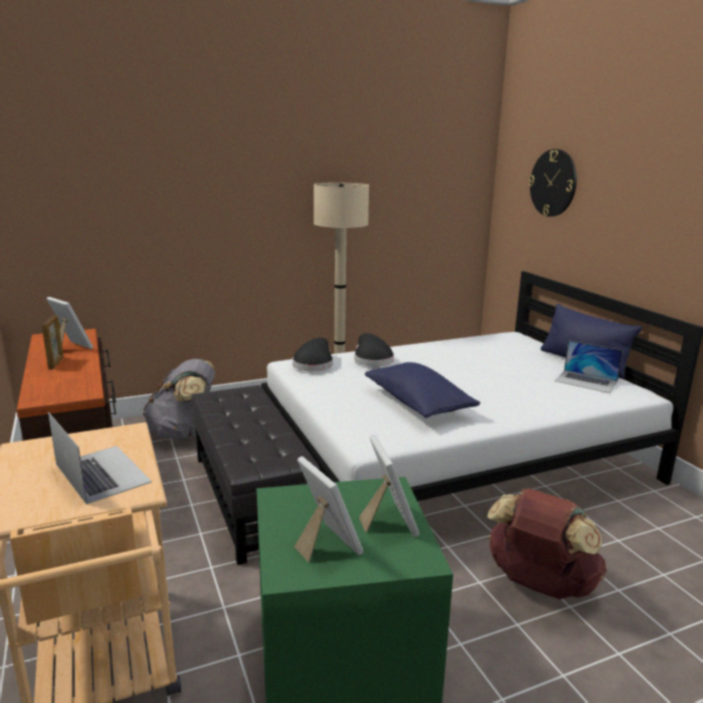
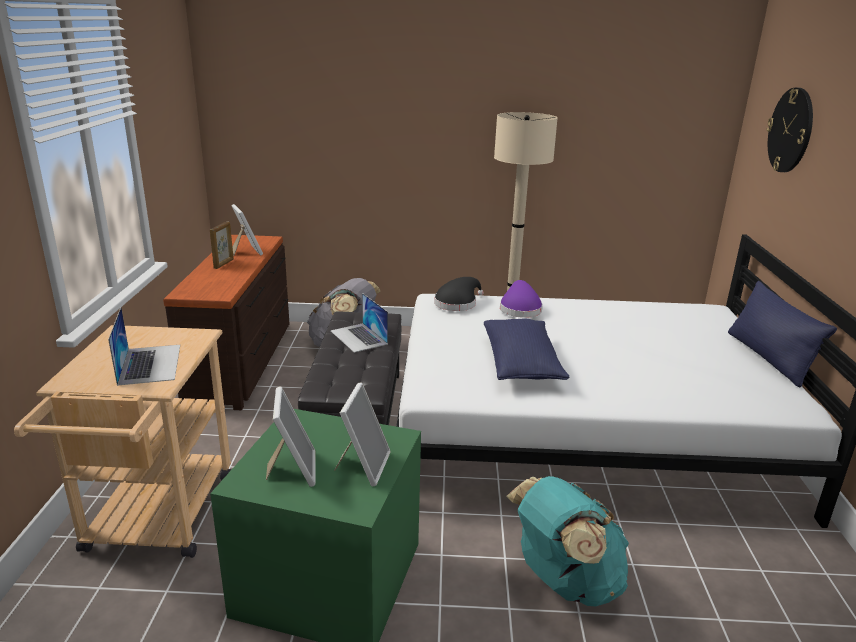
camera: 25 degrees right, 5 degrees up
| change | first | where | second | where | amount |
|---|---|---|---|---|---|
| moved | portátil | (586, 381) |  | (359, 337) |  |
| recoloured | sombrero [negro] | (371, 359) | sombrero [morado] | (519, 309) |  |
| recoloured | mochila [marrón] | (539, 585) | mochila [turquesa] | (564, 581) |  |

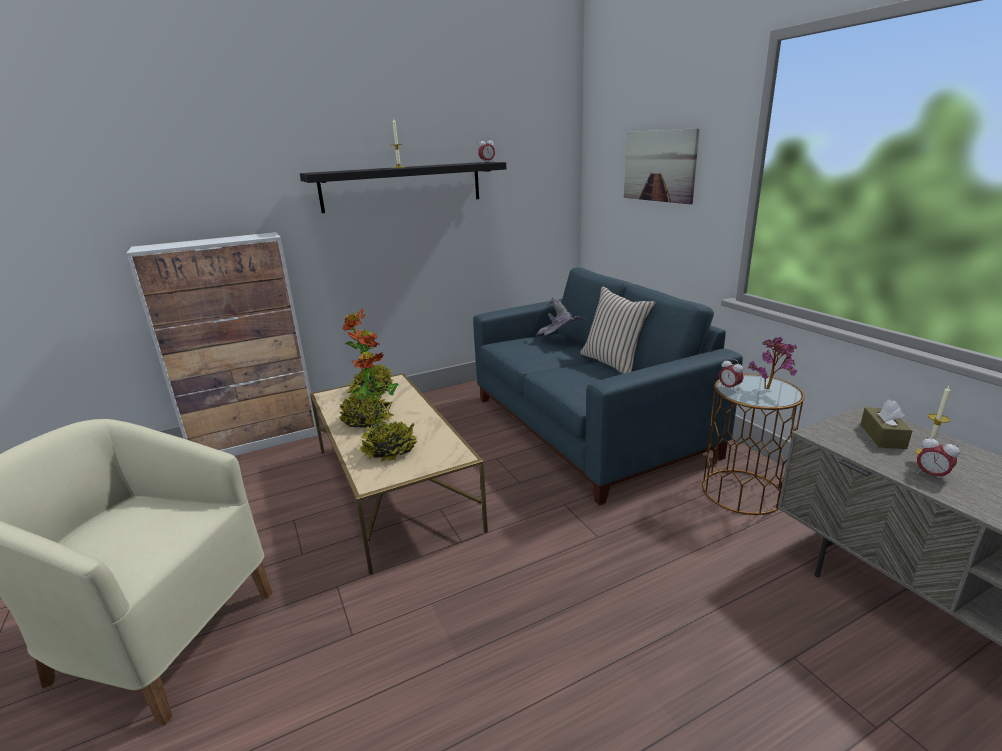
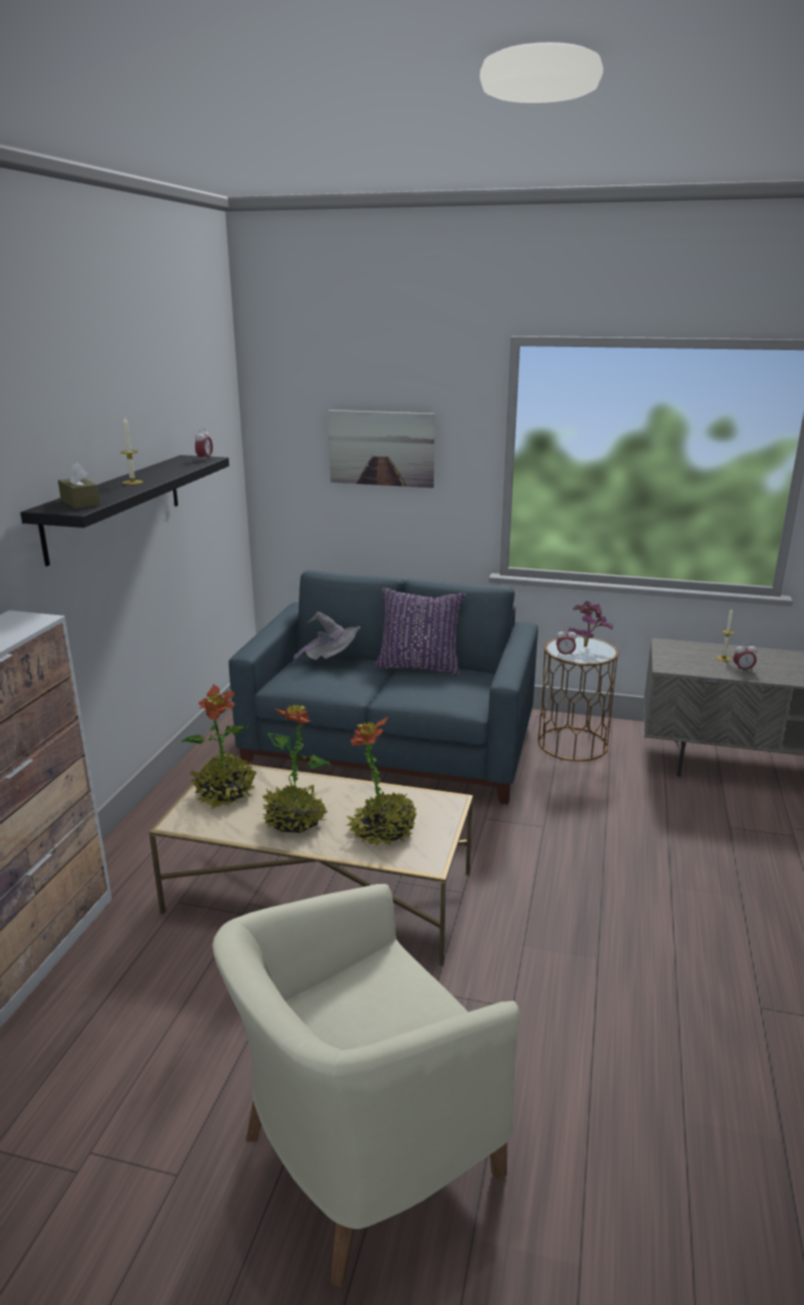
camera: 50 degrees left, 0 degrees up
| change | first | where | second | where | amount |
|---|---|---|---|---|---|
| moved | caja de pañuelos [marrón] | (882, 436) |  | (80, 502) |  |
| recoloured | cojín [beis] | (613, 363) | cojín [morado] | (419, 666) |  |

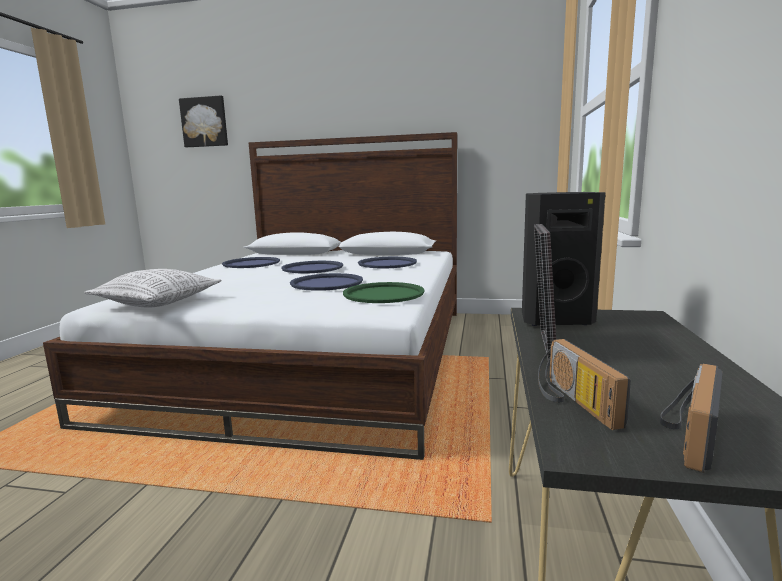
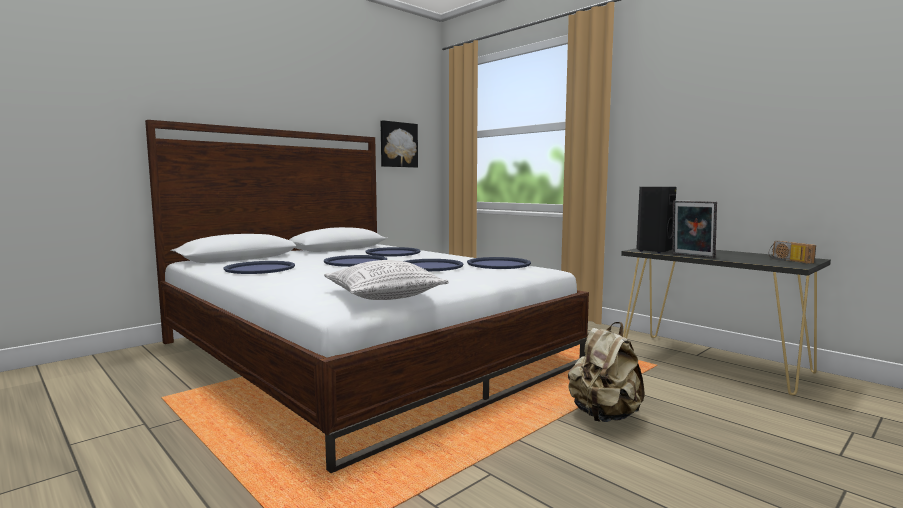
camera: 55 degrees left, 5 degrees down
| change | first | where | second | where | amount |
|---|---|---|---|---|---|
| moved | cuadro | (205, 122) |  | (398, 145) |  |
| recoloured | bandeja [verde] | (383, 294) | bandeja [azul] | (498, 264) |  |
| added |  |  | mochila [beis] | (604, 416) |  |
| removed | radio | (571, 402) |  |  |  |

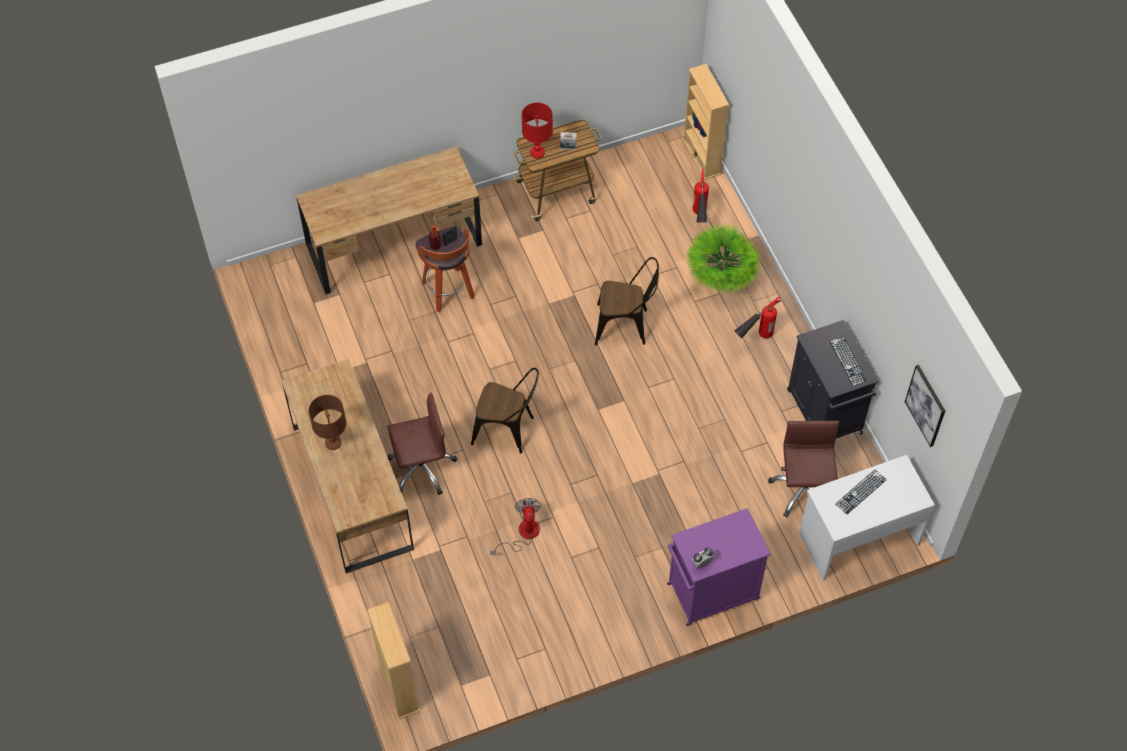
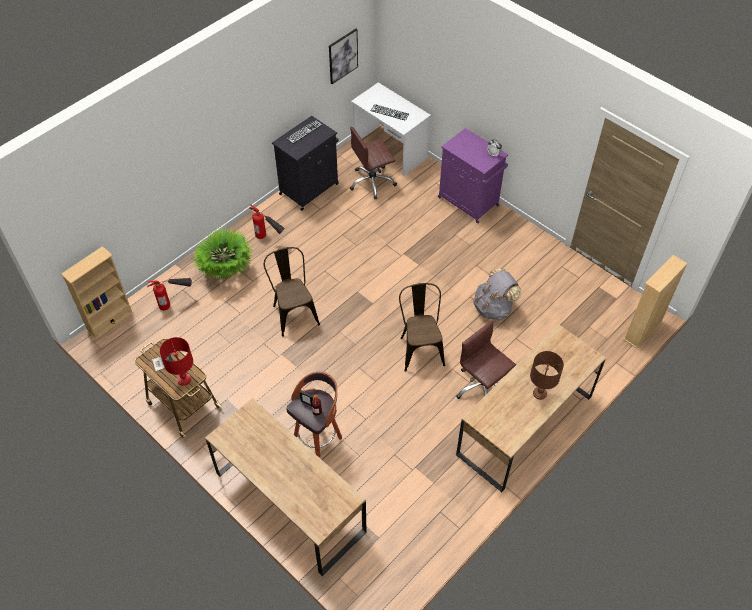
camera: 115 degrees left, 5 degrees down
| change | first | where | second | where | amount |
|---|---|---|---|---|---|
| replaced | ventilador | (522, 534) | mochila [gris] | (493, 308) |  |

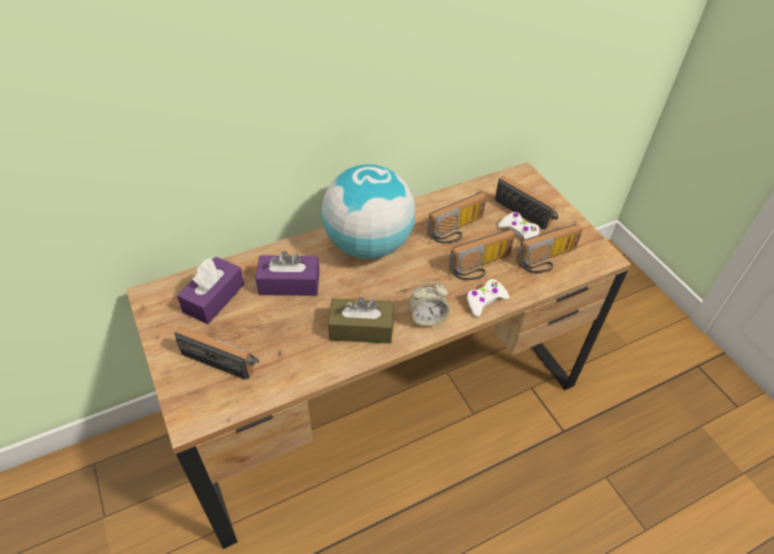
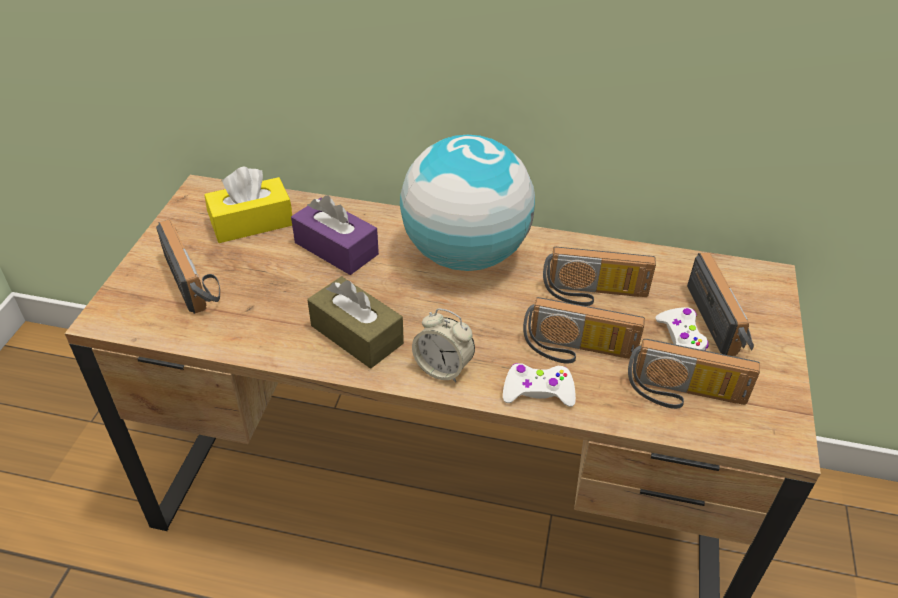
camera: 40 degrees right, 5 degrees down
| change | first | where | second | where | amount |
|---|---|---|---|---|---|
| recoloured | caja de pañuelos [morado] | (214, 298) | caja de pañuelos [amarillo] | (252, 223) |  |

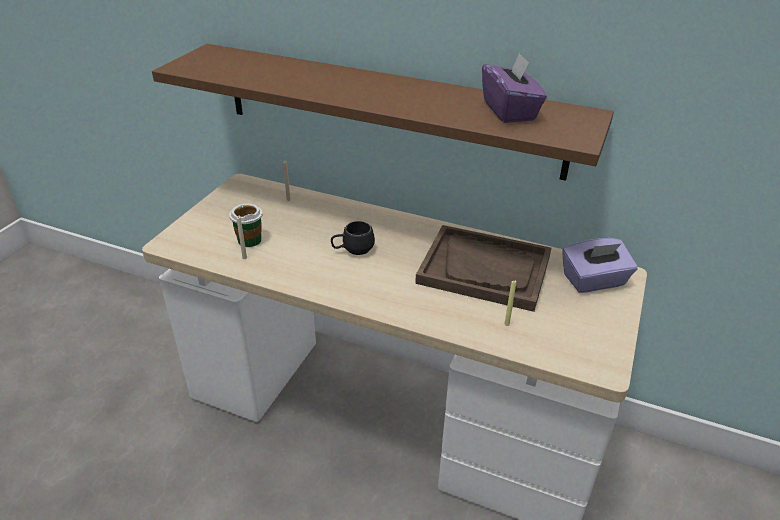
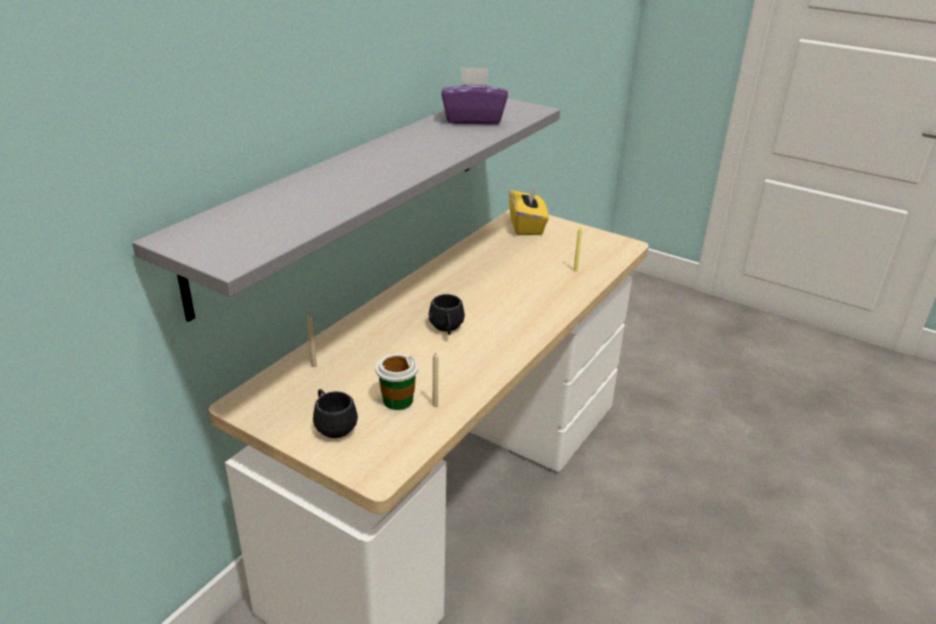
camera: 80 degrees left, 5 degrees down
| change | first | where | second | where | amount |
|---|---|---|---|---|---|
| recoloured | estante [marrón] | (388, 109) | estante [gris] | (351, 191) |  |
| added |  |  | taza grande [negro] | (333, 426) |  |
| recoloured | caja de pañuelos [morado] | (594, 281) | caja de pañuelos [amarillo] | (527, 226) |  |
| removed | bandeja [marrón] | (484, 269) |  |  |  |

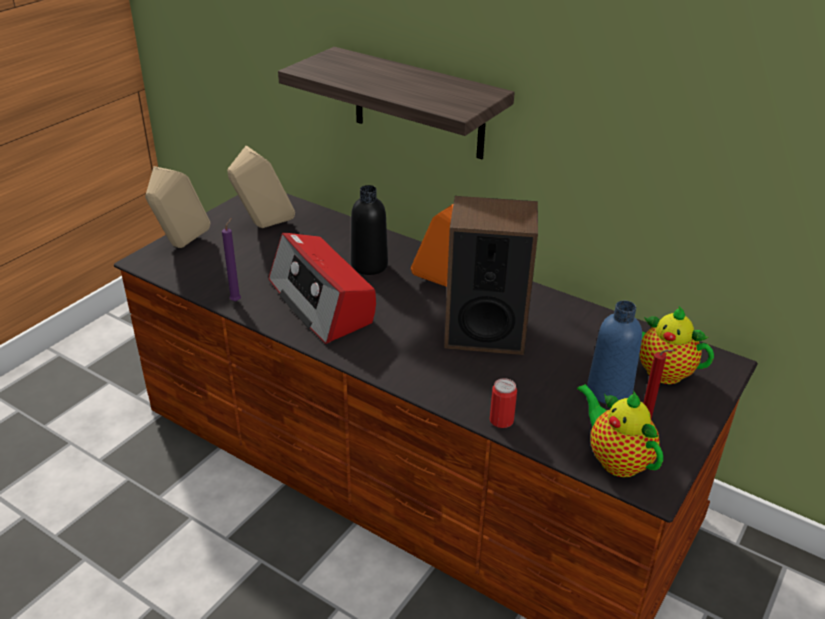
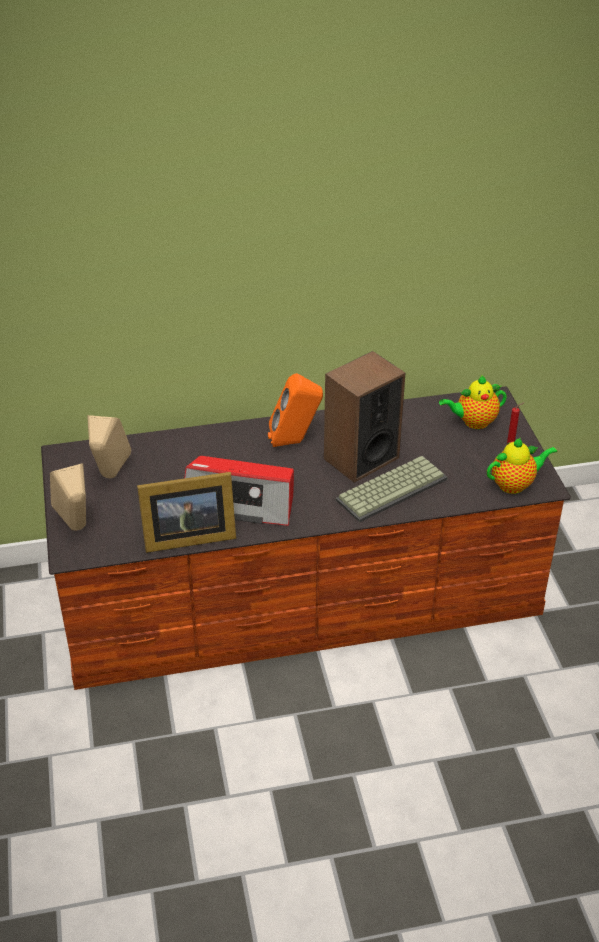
camera: 45 degrees left, 5 degrees up
| change | first | where | second | where | amount |
|---|---|---|---|---|---|
| replaced | vela [morado] | (237, 300) | portarretratos | (186, 537) |  |
| added |  |  | teclado | (391, 488) |  |
| turned | tetera | (615, 459) |  | (515, 484) | 150 degrees clockwise |
| removed | estante | (418, 104) |  |  |  |
| removed | botella [negro] | (369, 265) |  |  |  |
| removed | lata | (501, 420) |  |  |  |
| removed | botella [azul] | (609, 391) |  |  |  |

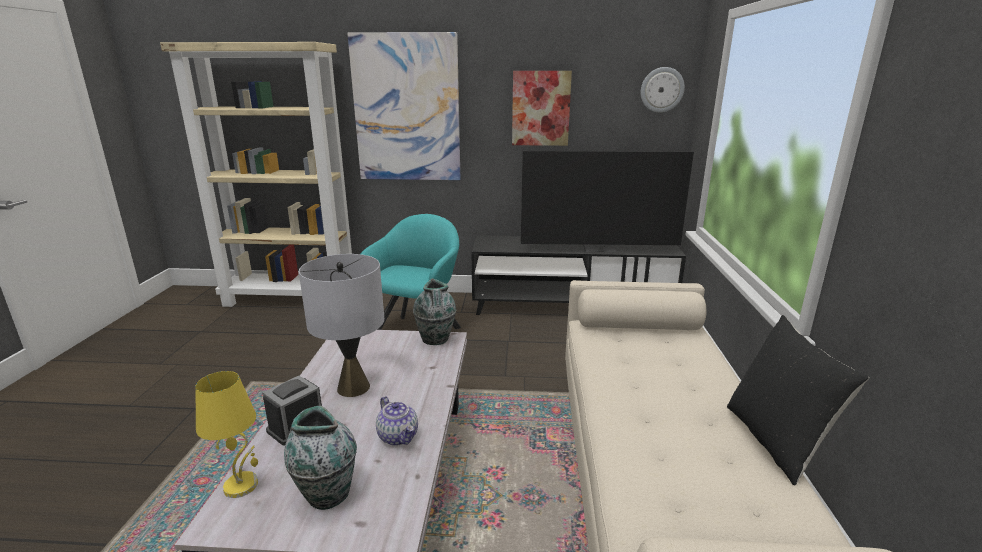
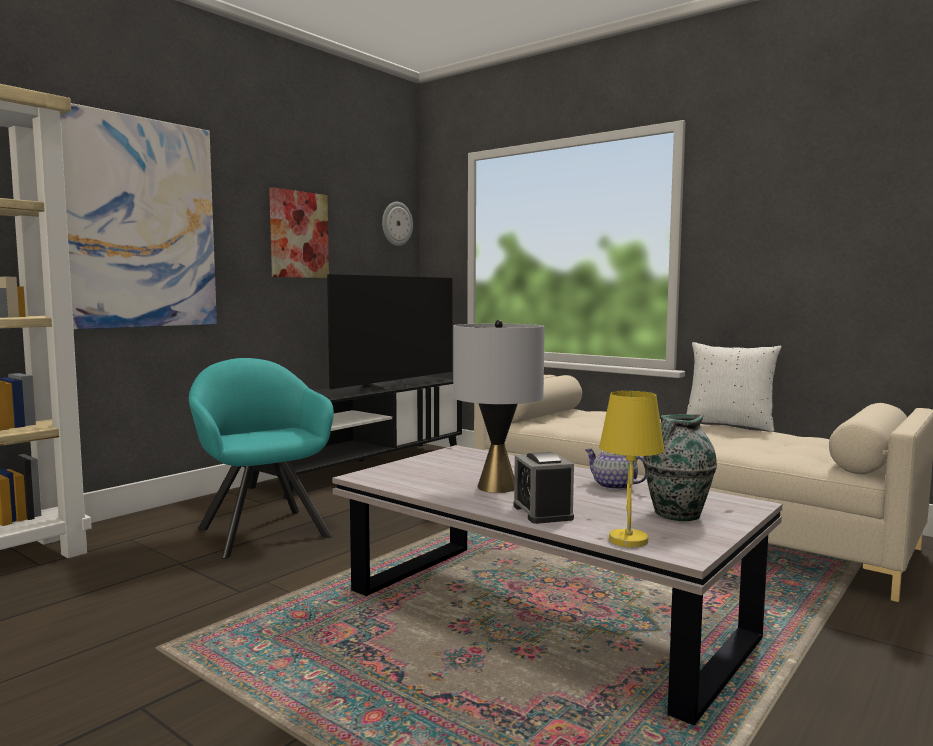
camera: 55 degrees left, 15 degrees down
| change | first | where | second | where | amount |
|---|---|---|---|---|---|
| turned | tetera | (398, 436) |  | (613, 486) | 135 degrees counterclockwise |
| recoloured | cojín [negro] | (776, 441) | cojín [blanco] | (729, 425) |  |
| removed | florero | (435, 340) |  |  |  |

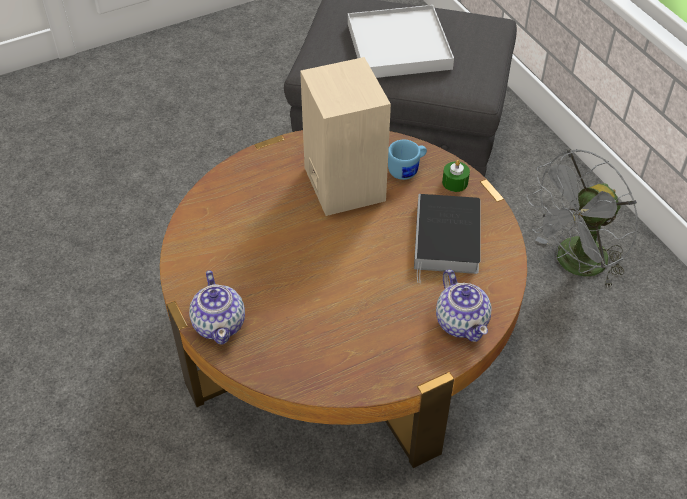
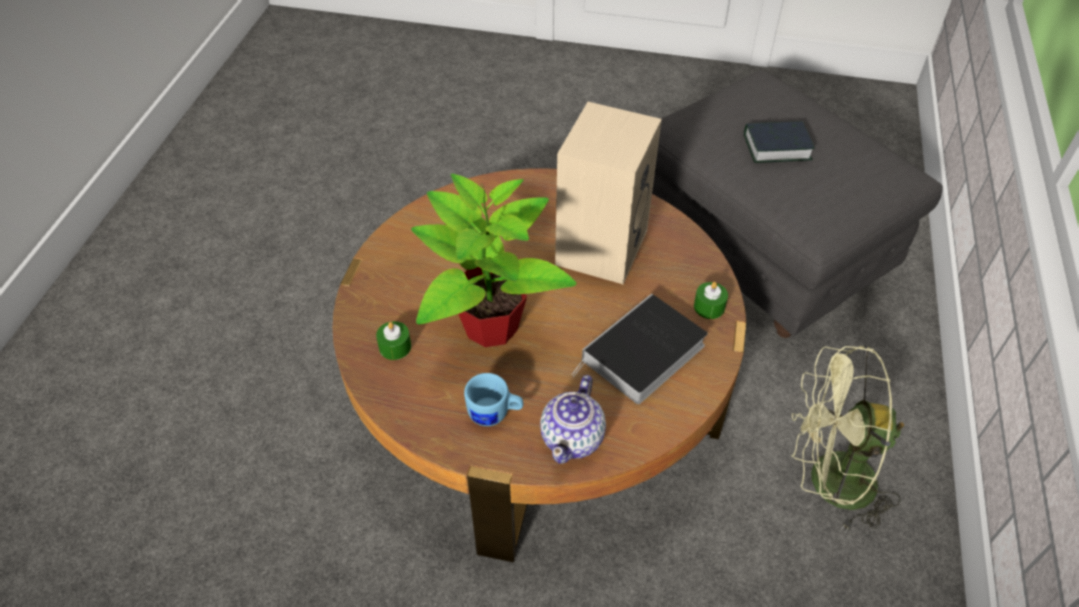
camera: 40 degrees right, 0 degrees up
| change | first | where | second | where | amount |
|---|---|---|---|---|---|
| added |  |  | vela [verde] | (395, 347) |  |
| added |  |  | planta en maceta | (489, 326) |  |
| moved | taza grande [azul] | (407, 170) |  | (495, 414) |  |
| replaced | bandeja [blanco] | (398, 46) | libro | (776, 147) |  |
| recoloured | ventilador [gris] | (574, 265) | ventilador [verde] | (827, 483) |  |
| removed | tetera | (219, 324) |  |  |  |

